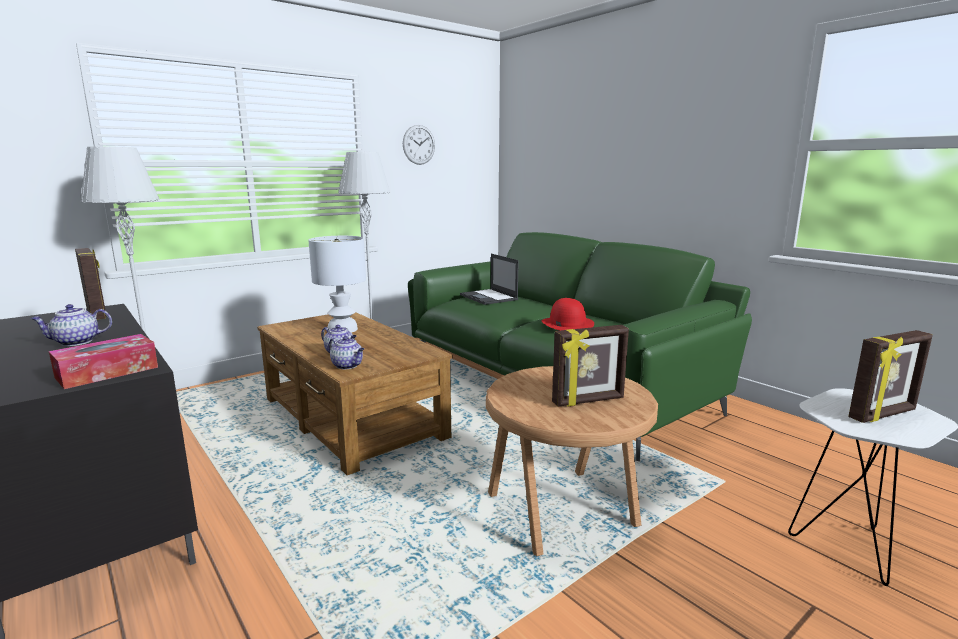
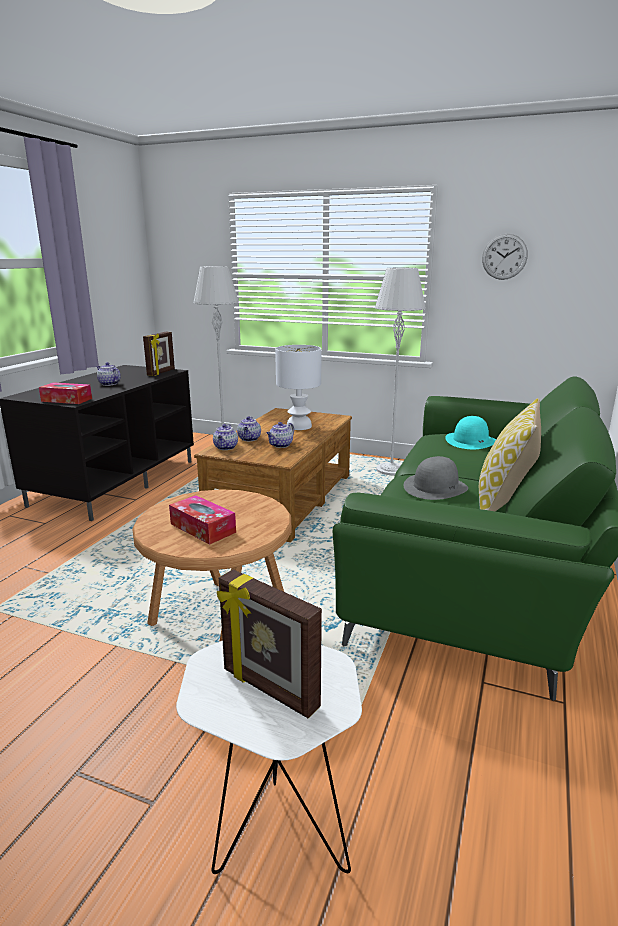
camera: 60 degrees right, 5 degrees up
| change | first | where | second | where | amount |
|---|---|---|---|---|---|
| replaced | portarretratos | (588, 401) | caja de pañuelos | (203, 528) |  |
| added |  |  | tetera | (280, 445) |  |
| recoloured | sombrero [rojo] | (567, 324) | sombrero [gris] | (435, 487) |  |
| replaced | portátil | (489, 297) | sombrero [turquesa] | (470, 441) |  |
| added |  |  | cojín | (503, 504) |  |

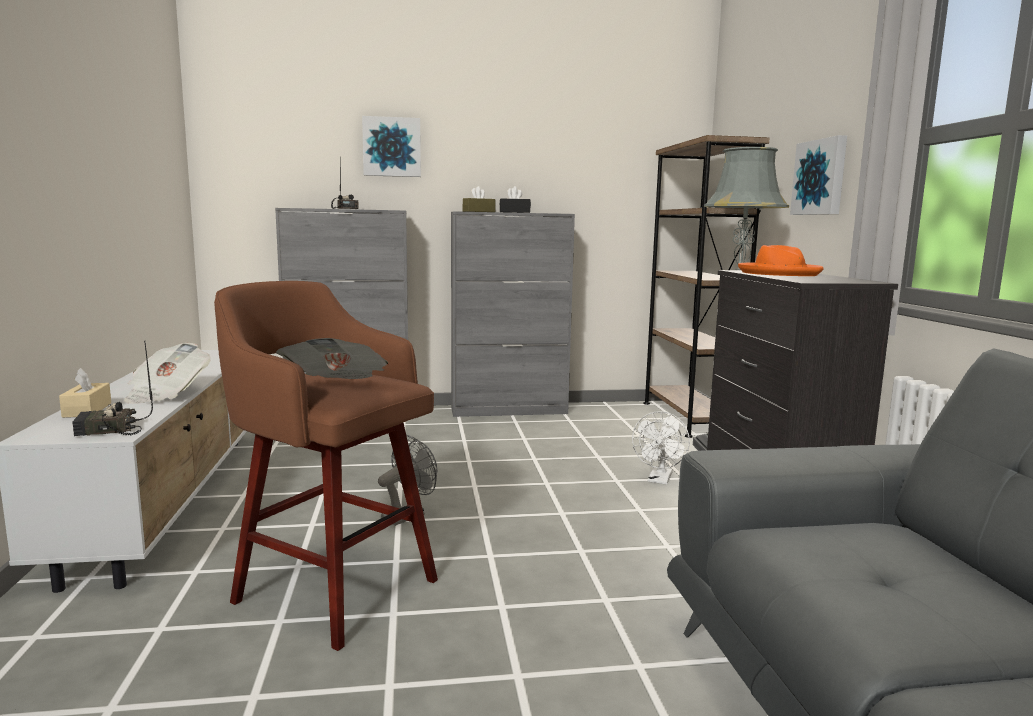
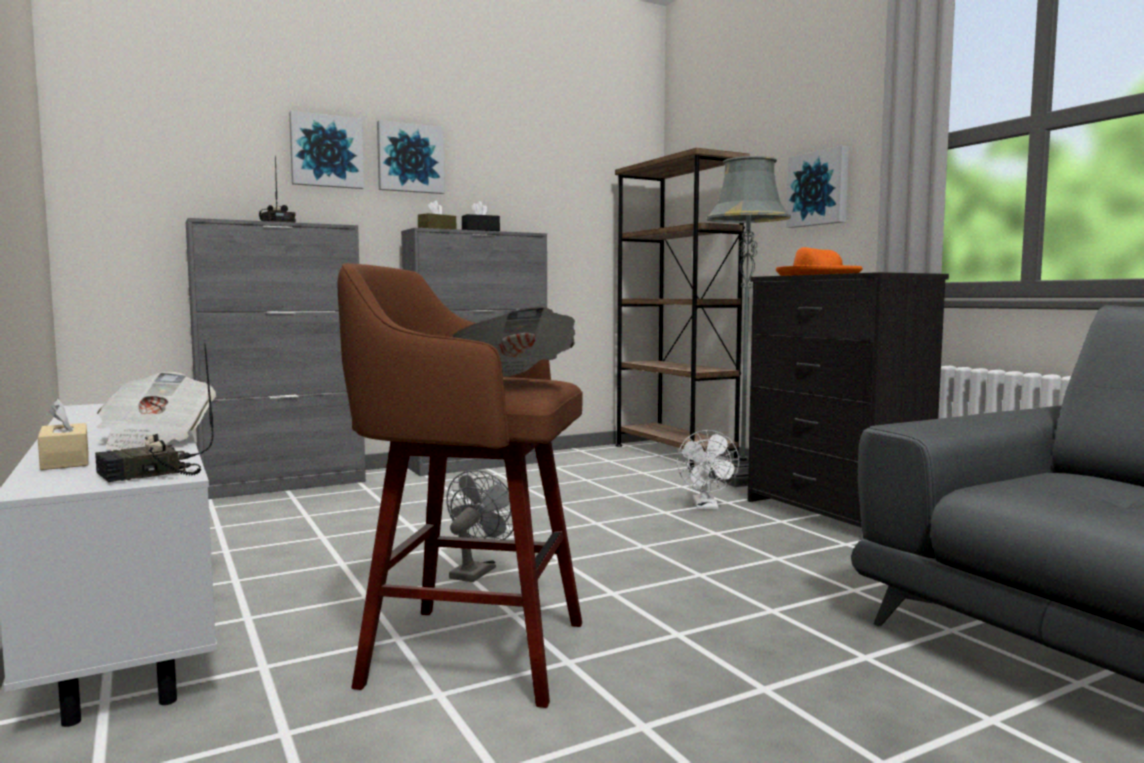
camera: 20 degrees left, 5 degrees down
| change | first | where | second | where | amount |
|---|---|---|---|---|---|
| added |  |  | cuadro | (410, 158) |  |

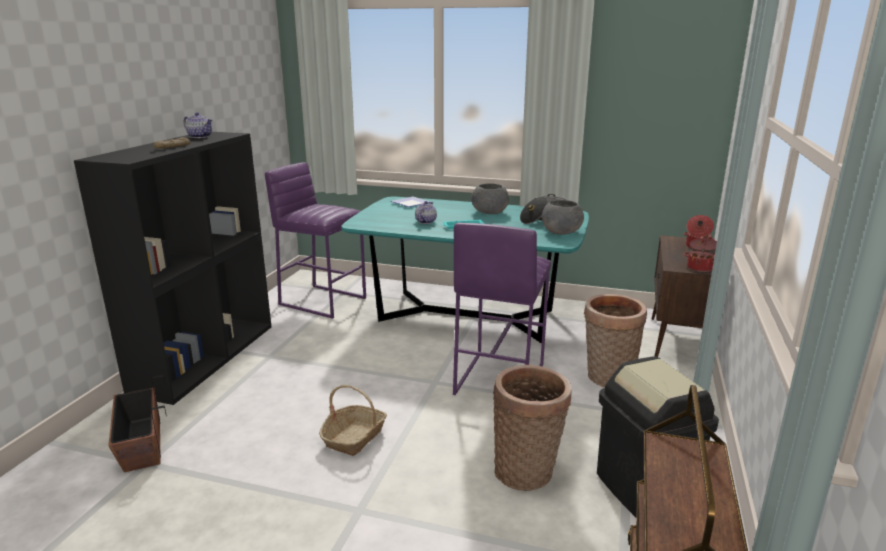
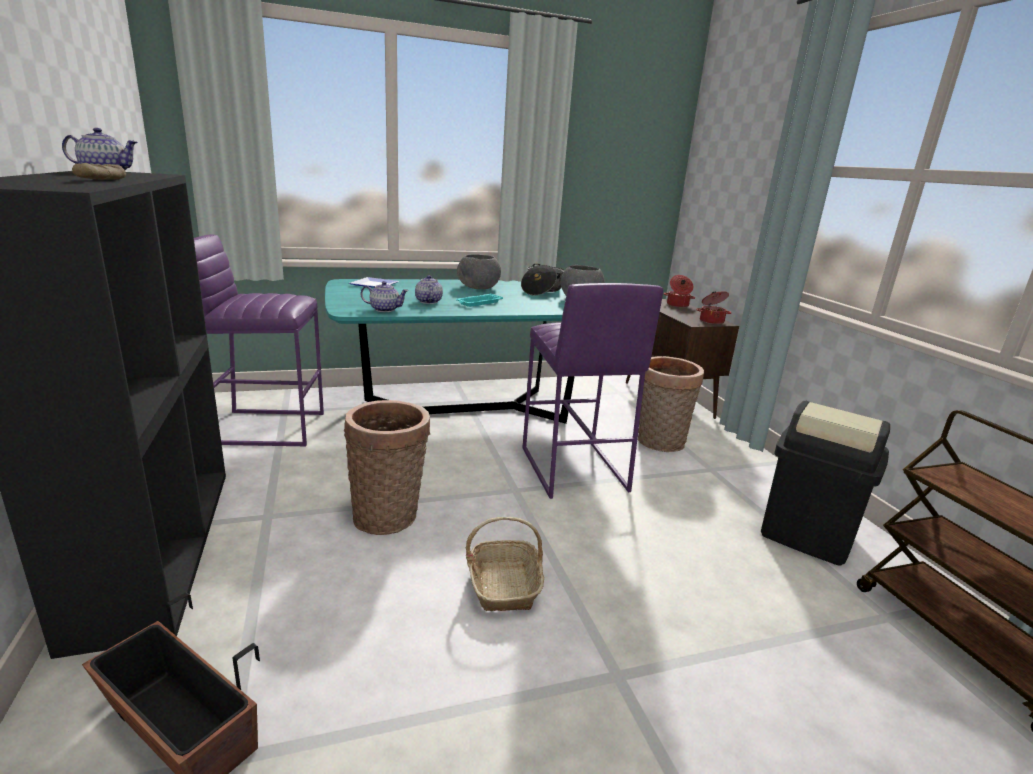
camera: 35 degrees left, 0 degrees up
| change | first | where | second | where | amount |
|---|---|---|---|---|---|
| moved | cesta | (527, 471) |  | (389, 515) |  |
| added |  |  | tetera | (384, 309) |  |

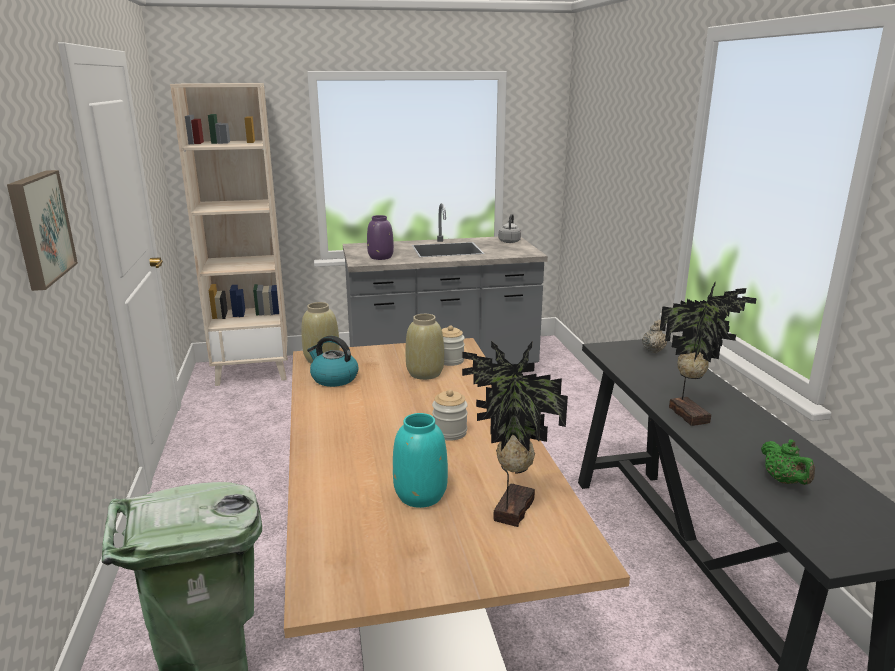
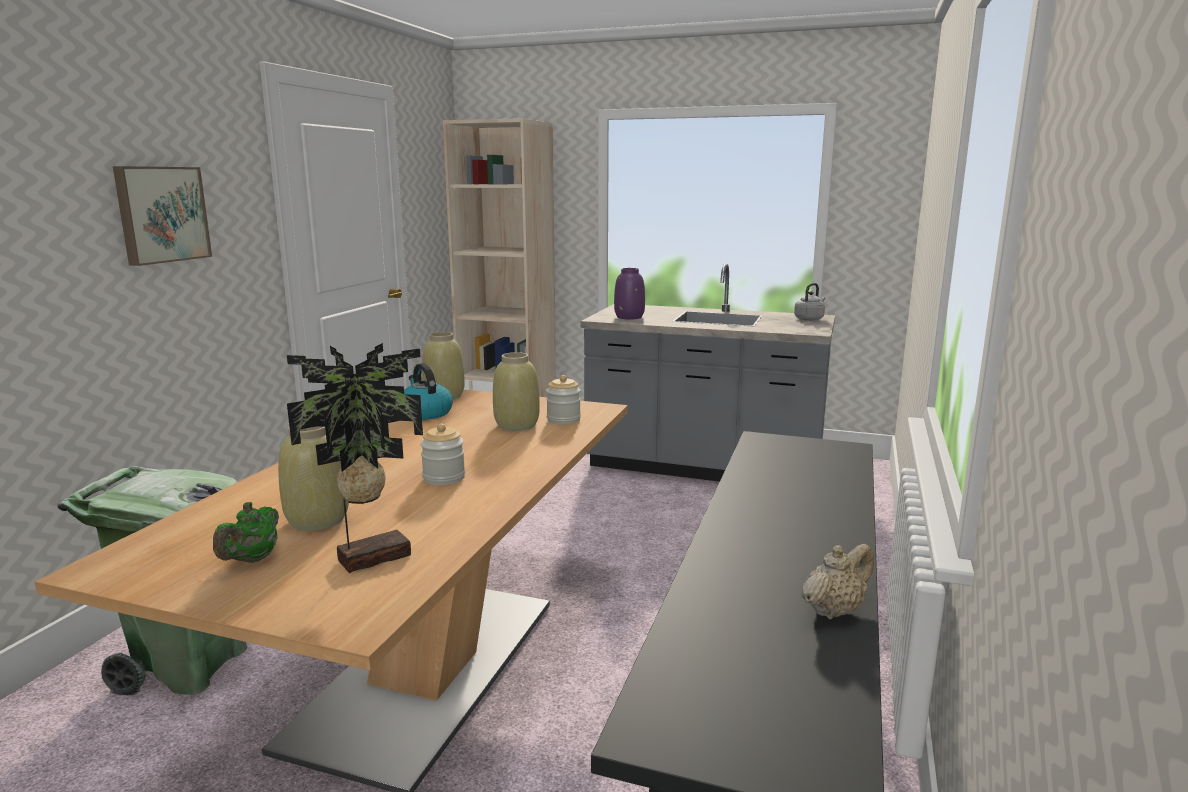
camera: 30 degrees right, 5 degrees down
| change | first | where | second | where | amount |
|---|---|---|---|---|---|
| moved | tetera [verde] | (784, 481) |  | (252, 559) |  |
| recoloured | florero [turquesa] | (421, 495) | florero [beis] | (318, 520) |  |
| moved | tetera [beis] | (653, 350) |  | (834, 610) |  |
| removed | planta en maceta | (690, 414) |  |  |  |

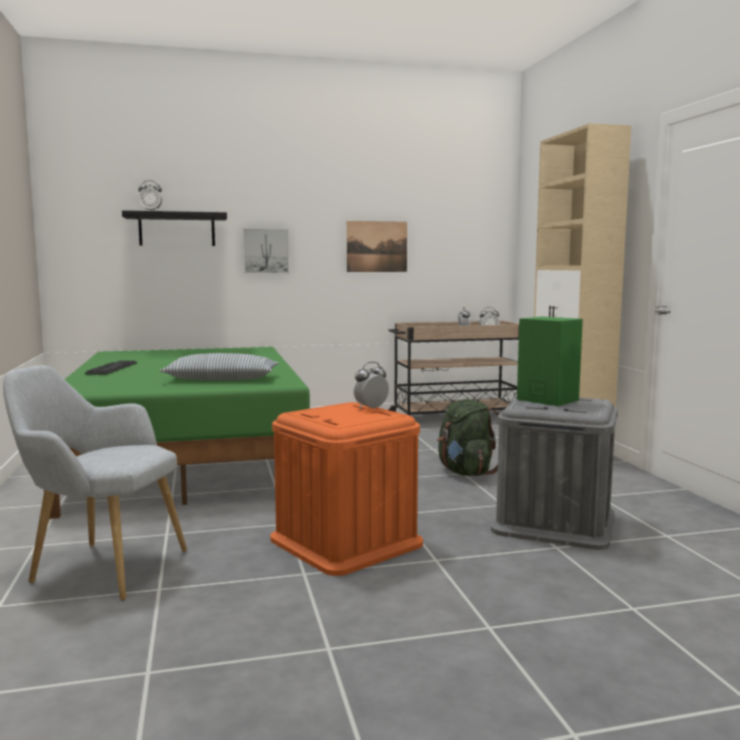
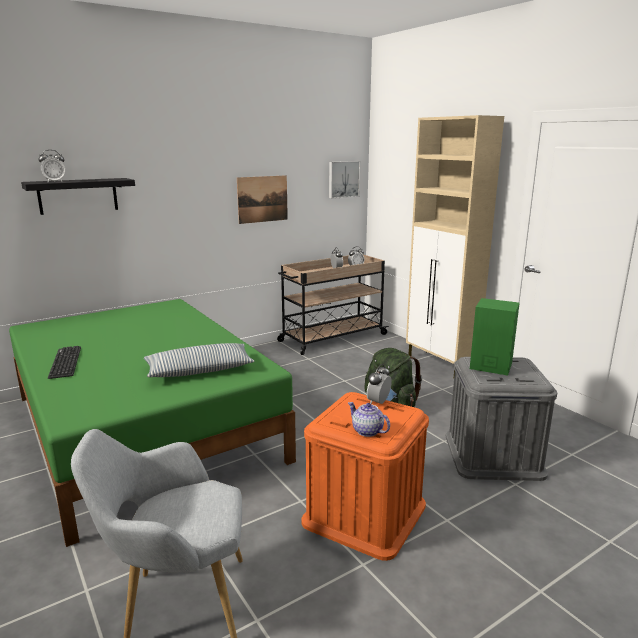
camera: 20 degrees left, 10 degrees up
| change | first | where | second | where | amount |
|---|---|---|---|---|---|
| moved | cuadro | (266, 251) |  | (343, 179) |  |
| added |  |  | tetera | (367, 431) |  |

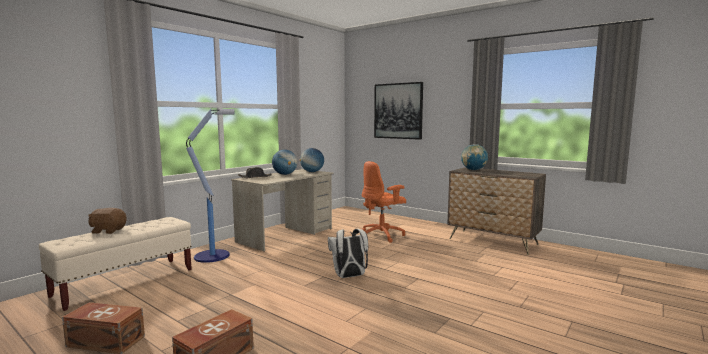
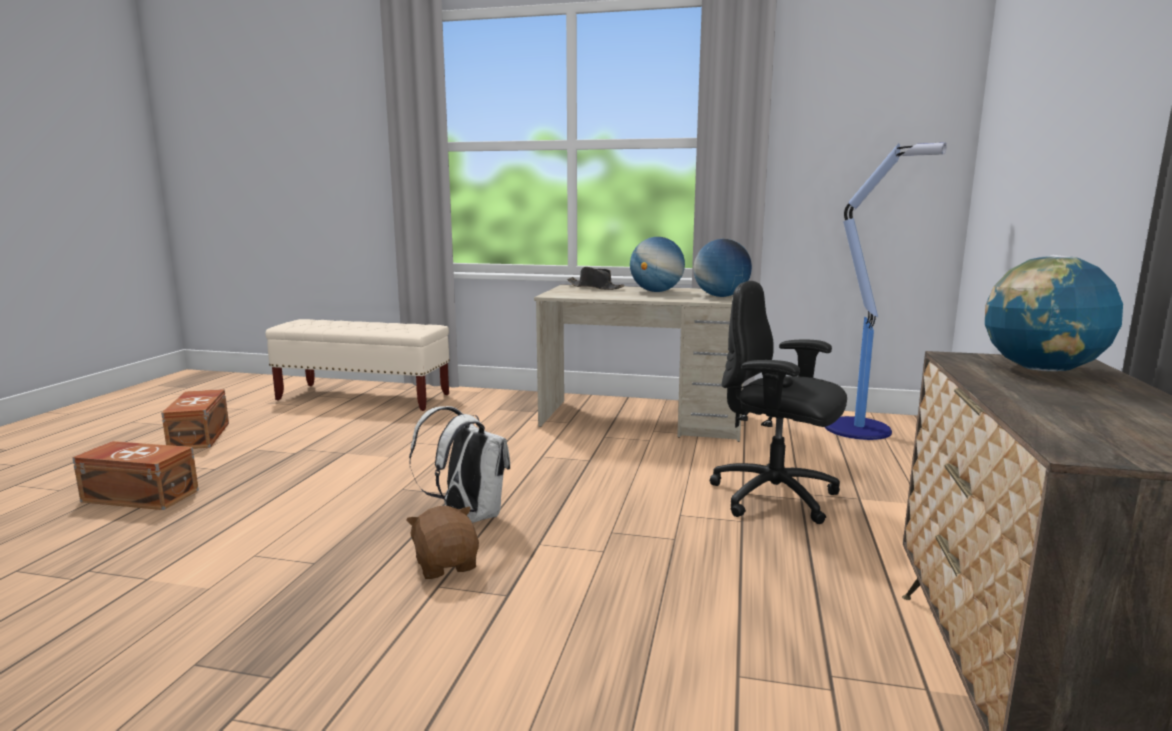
camera: 65 degrees right, 5 degrees up
| change | first | where | second | where | amount |
|---|---|---|---|---|---|
| moved | peluche [marrón] | (108, 231) |  | (446, 565) |  |
| recoloured | silla de oficina [naranja] | (382, 235) | silla de oficina [negro] | (775, 497) |  |
| moved | lámpara de pie | (213, 256) |  | (860, 429) |  |
| removed | cuadro | (398, 111) |  |  |  |

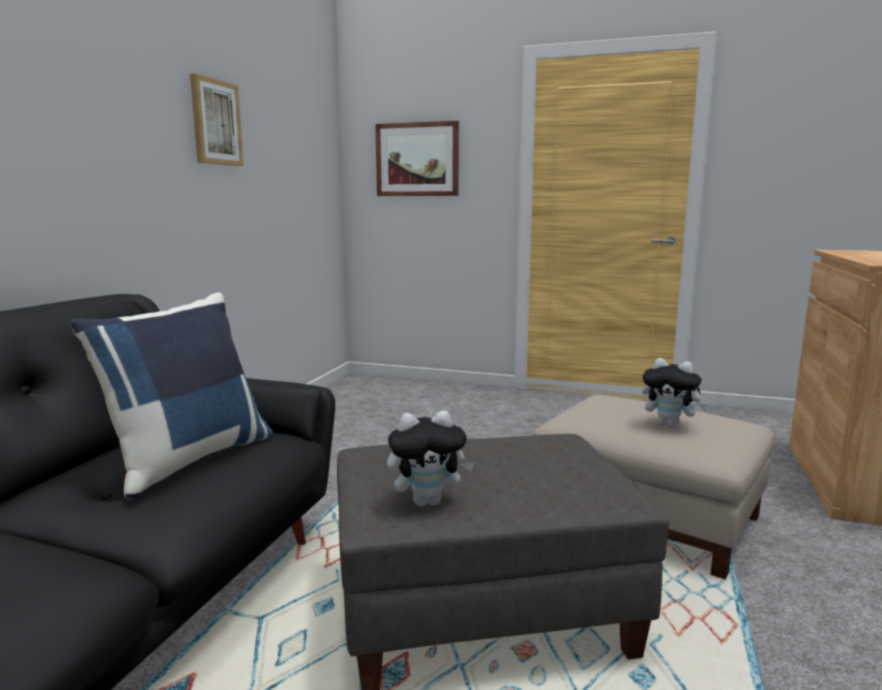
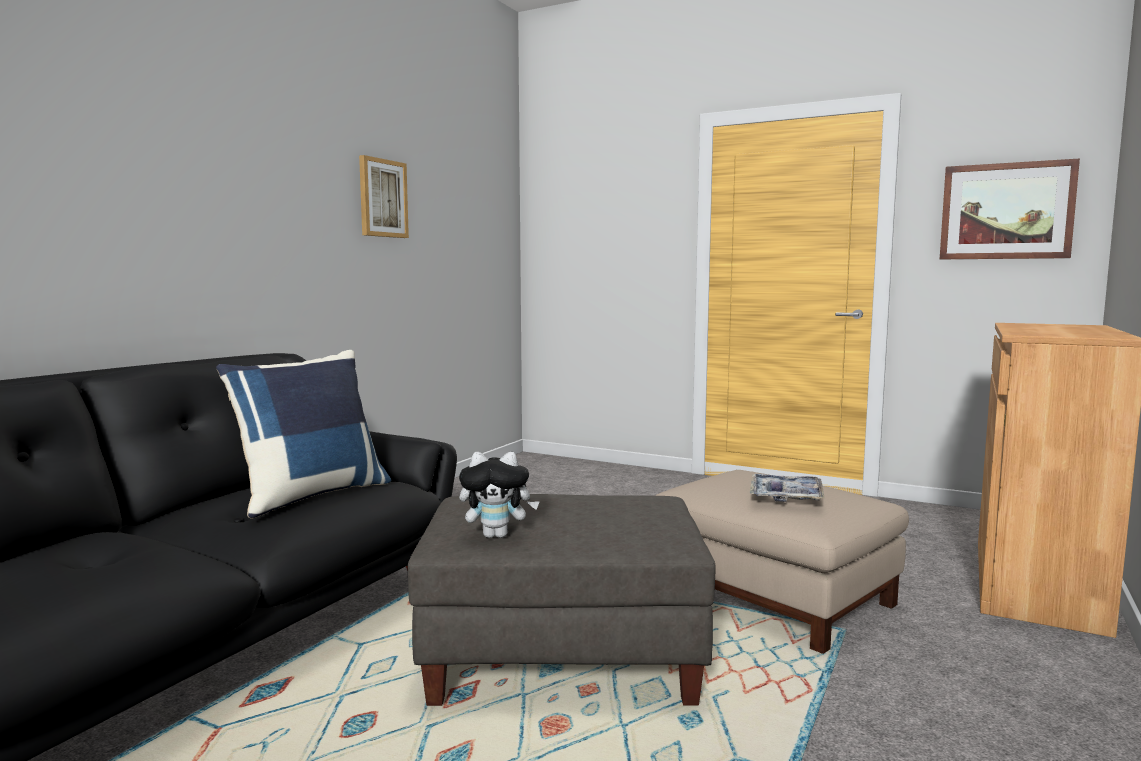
camera: 10 degrees right, 5 degrees down
| change | first | where | second | where | amount |
|---|---|---|---|---|---|
| replaced | peluche | (670, 425) | bandeja | (786, 496) |  |
| moved | cuadro | (417, 159) |  | (1006, 211) |  |

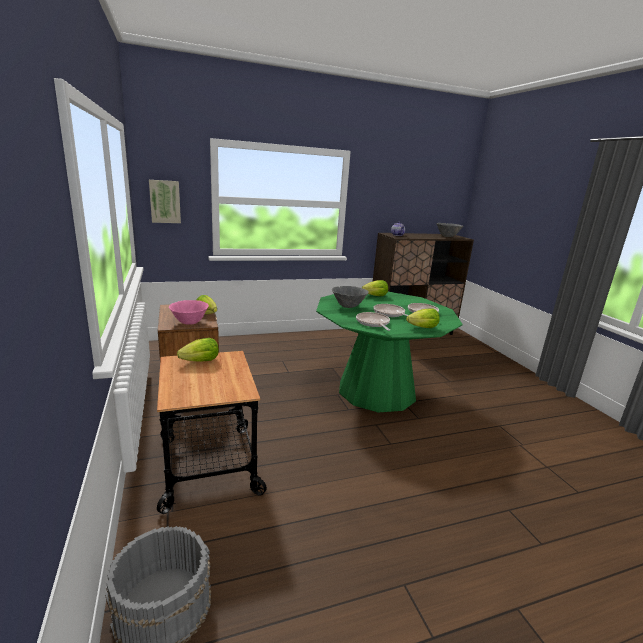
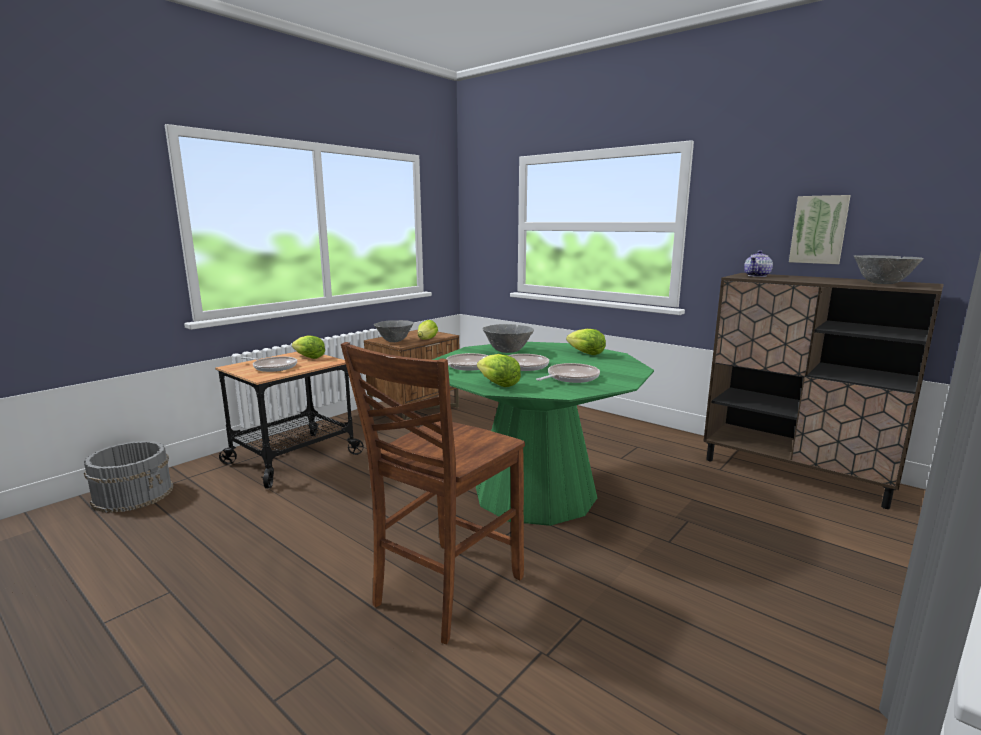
camera: 60 degrees right, 5 degrees down
| change | first | where | second | where | amount |
|---|---|---|---|---|---|
| added |  |  | sartén | (273, 367) |  |
| added |  |  | silla [marrón] | (444, 591) |  |
| recoloured | cuenco [rosa] | (189, 323) | cuenco [gris] | (394, 341) |  |
| moved | cuadro | (165, 201) |  | (819, 229) |  |

